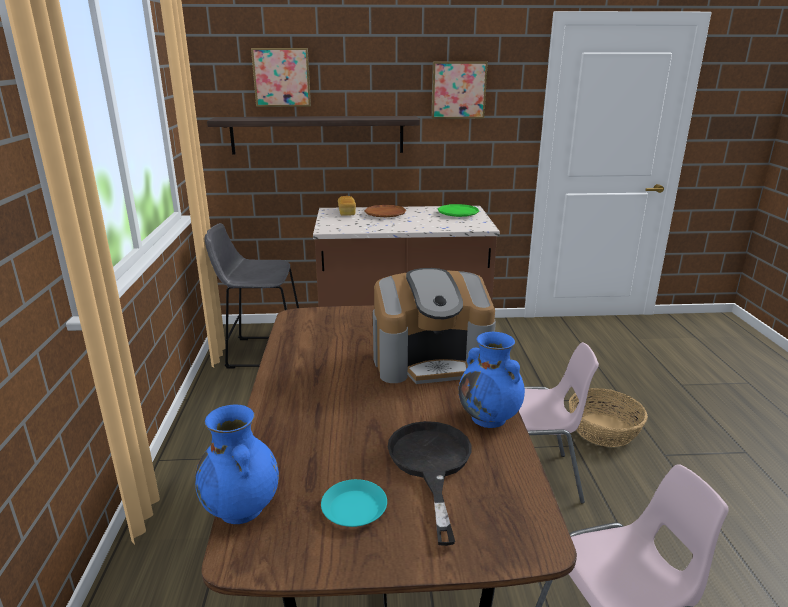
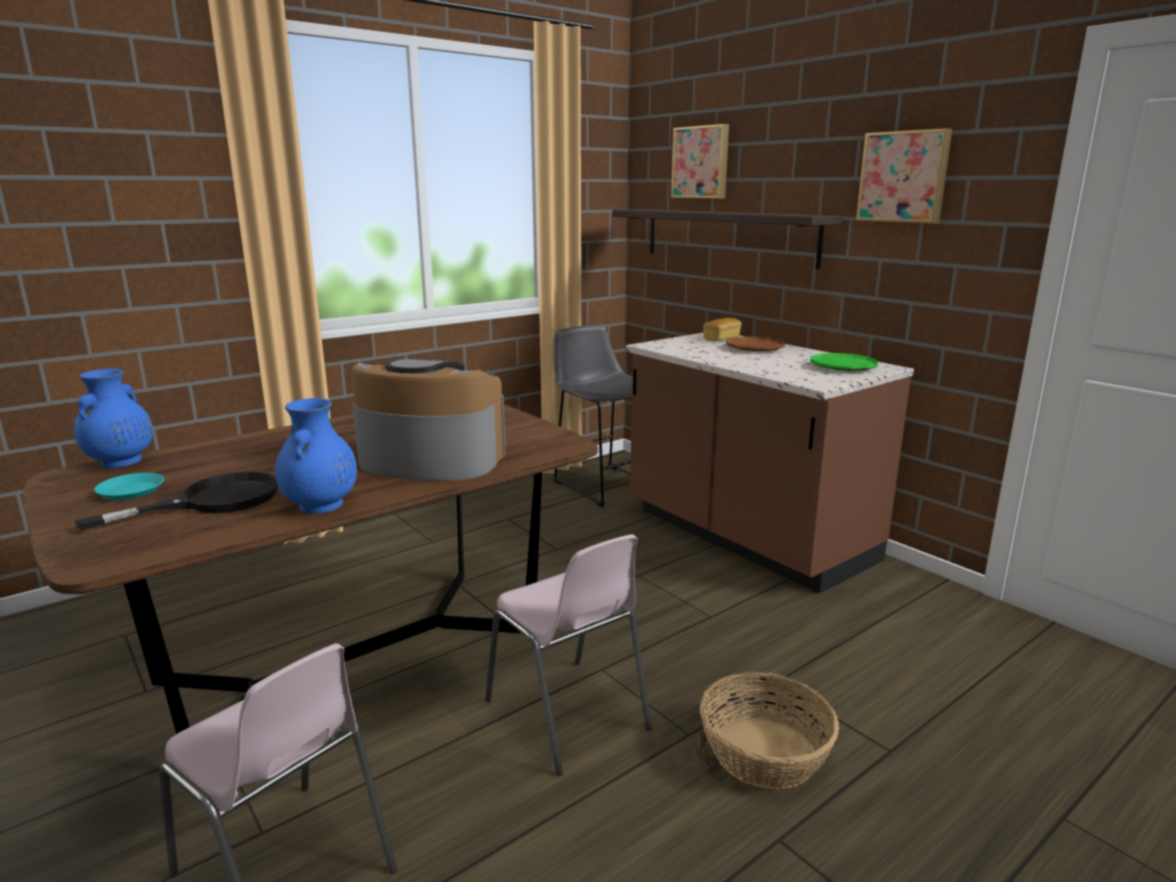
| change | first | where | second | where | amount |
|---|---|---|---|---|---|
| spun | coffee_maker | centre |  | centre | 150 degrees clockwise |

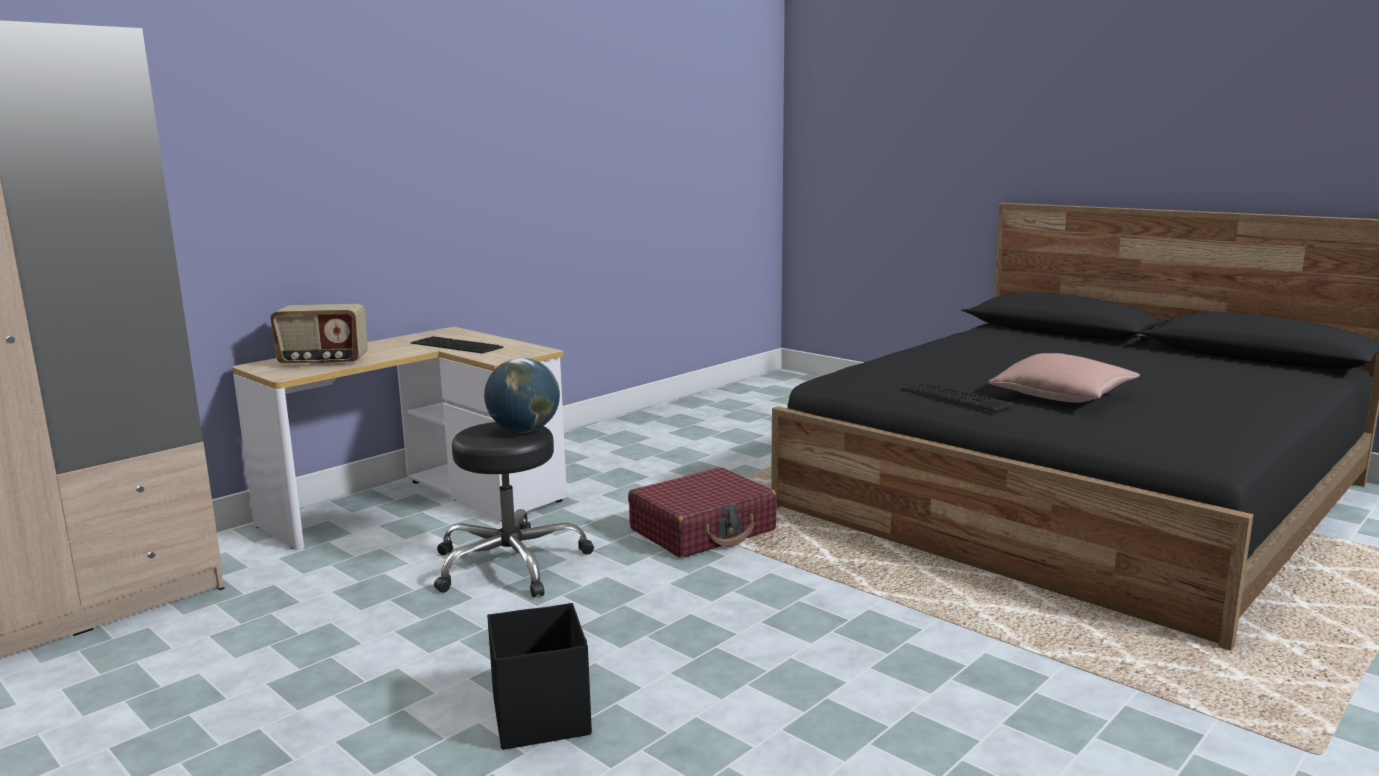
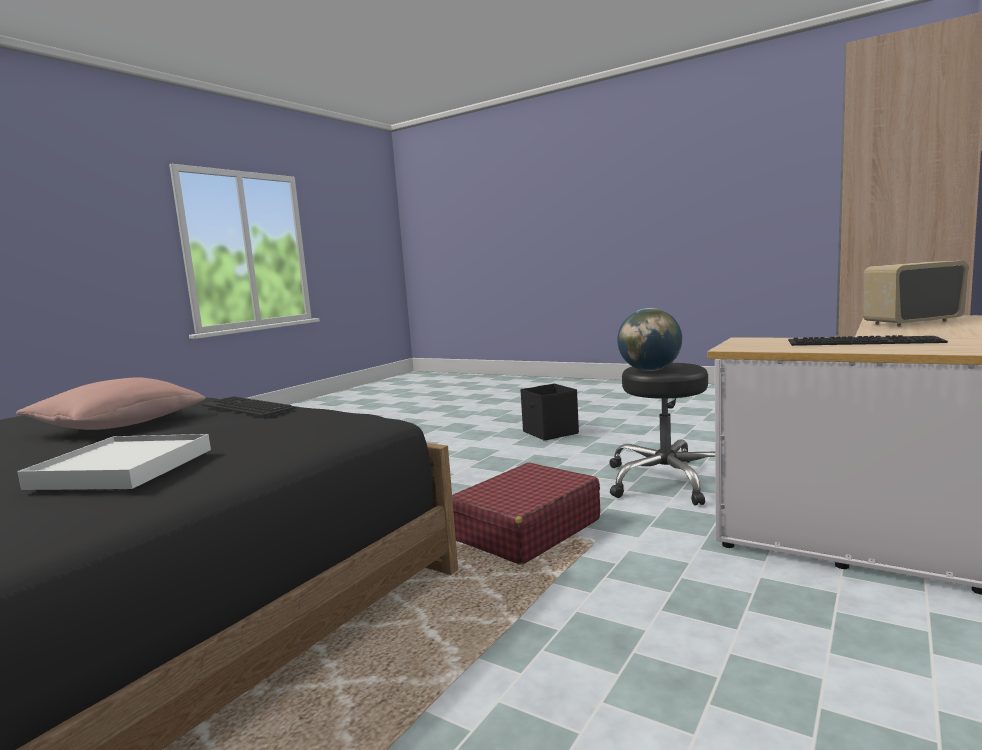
| change | first | where | second | where | amount |
|---|---|---|---|---|---|
| appeared |  |  | white_tray | middle left |  |

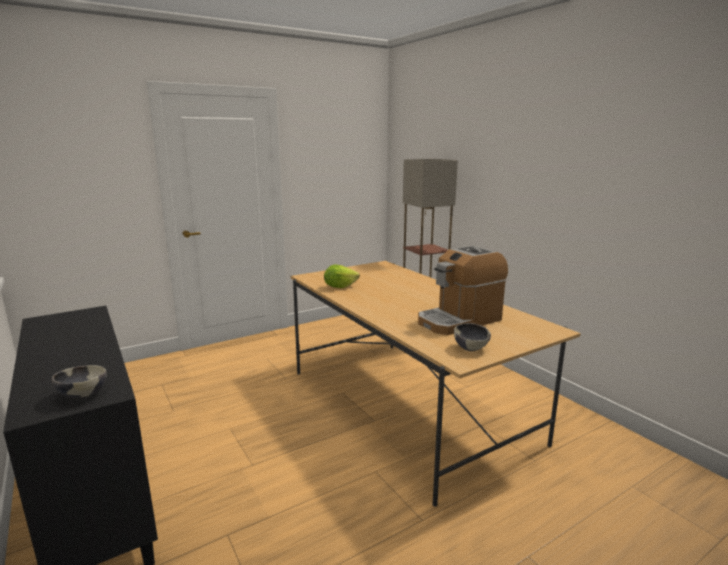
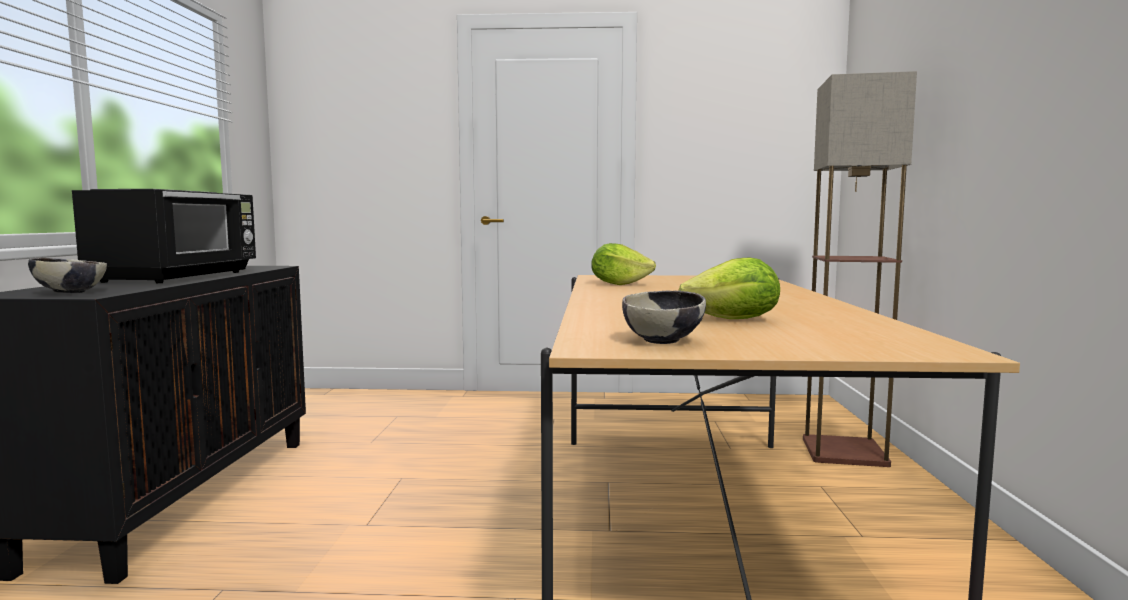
| change | first | where | second | where | amount |
|---|---|---|---|---|---|
| appeared |  |  | black_kitchen_microwave | middle left |  |
| exchanged | coffee_maker | centre | head_of_lettuce (no. 2 from left) | centre |  |

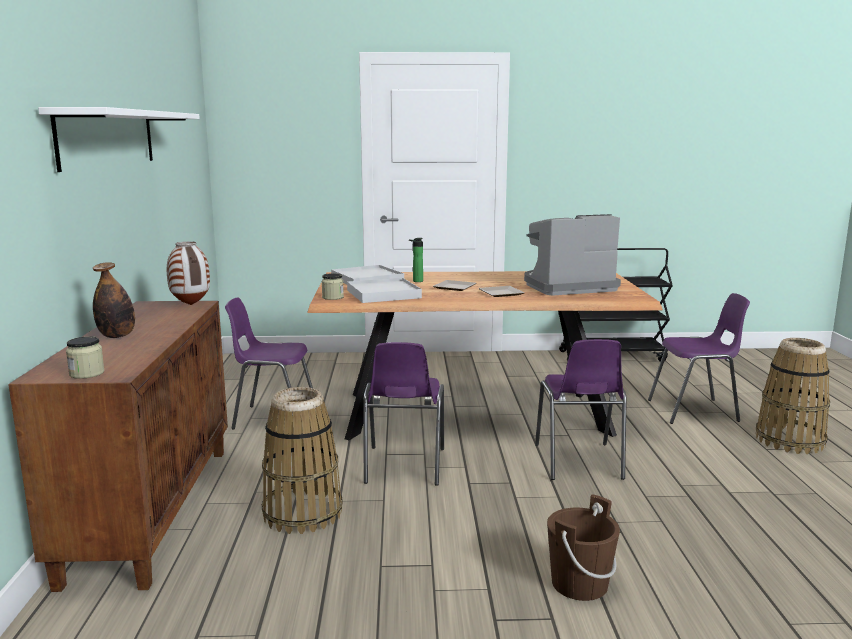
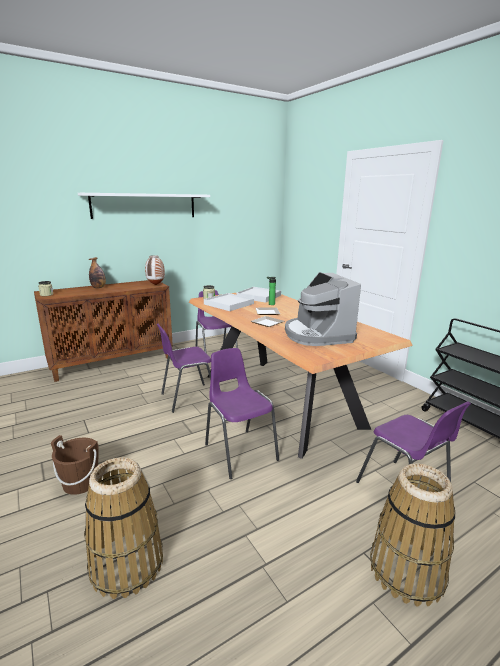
| change | first | where | second | where | amount |
|---|---|---|---|---|---|
| relocated | basket (no. 1 from left) | bottom centre |  | bottom left |  |
| spun | coffee_maker | middle right |  | centre | 150 degrees counterclockwise |
| spun | purplish_plain_chair (no. 3 from left) | middle right |  | centre | 90 degrees clockwise |

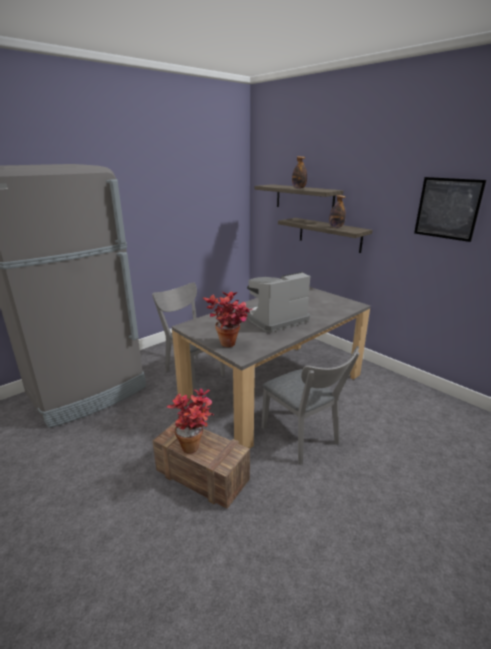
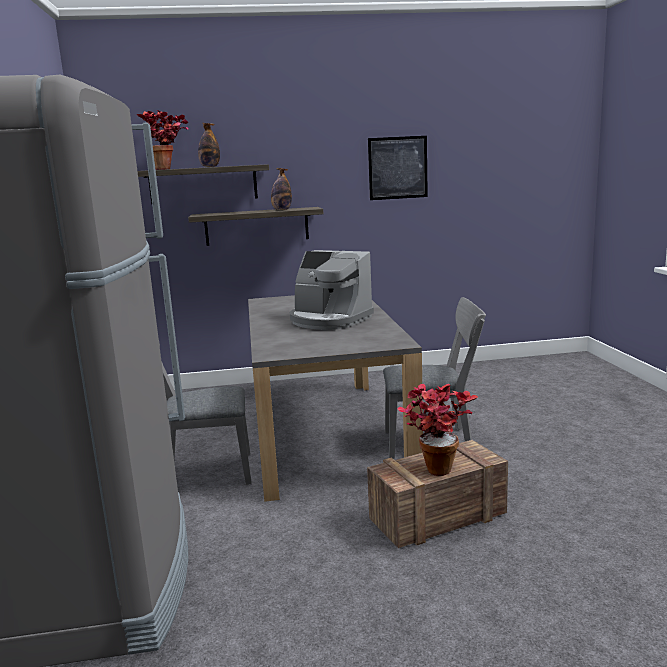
| change | first | where | second | where | amount |
|---|---|---|---|---|---|
| relocated | houseplant (no. 2 from left in the first image) | centre | houseplant (no. 1 from left) | top left |  |
| spun | coffee_maker | centre |  | centre | 60 degrees counterclockwise |

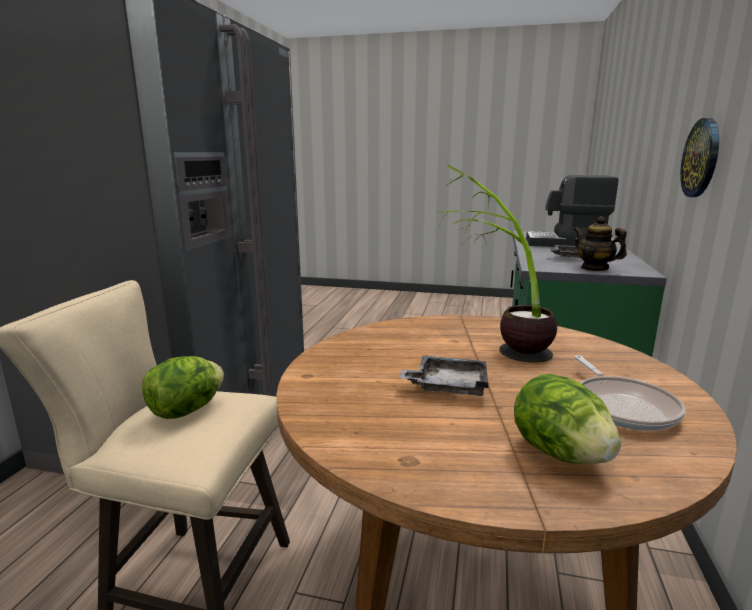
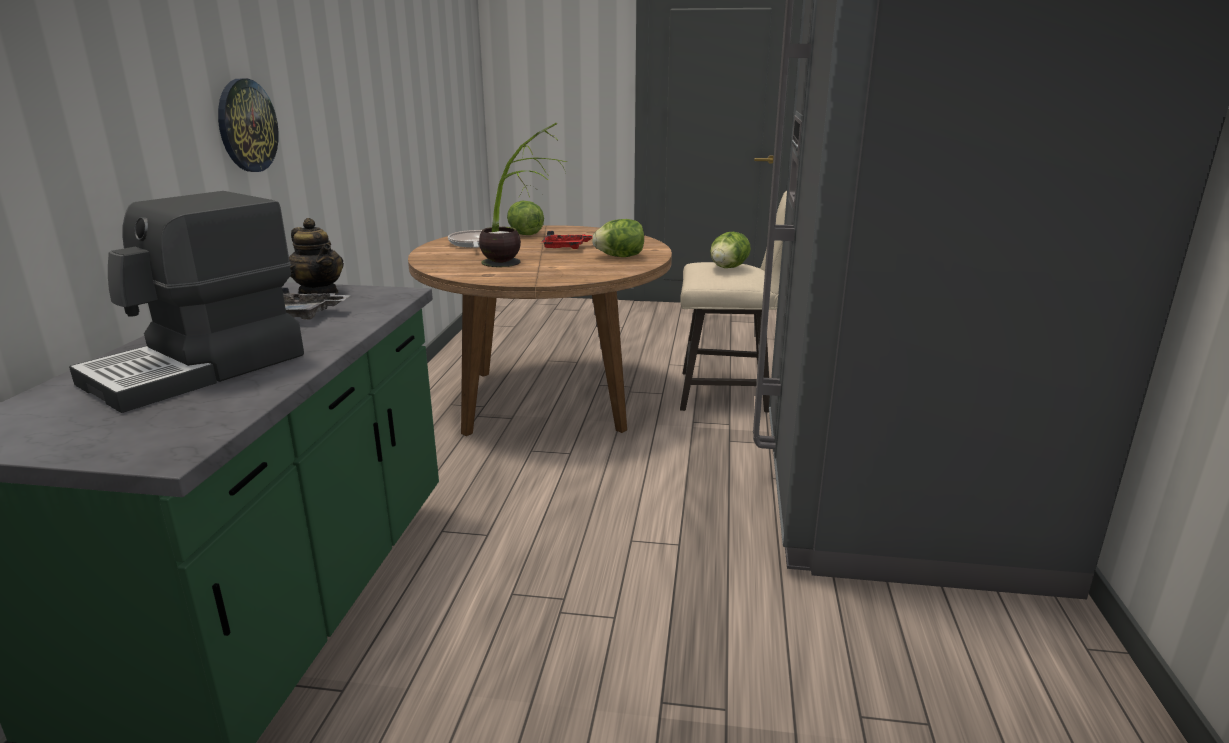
| change | first | where | second | where | amount |
|---|---|---|---|---|---|
| appeared |  |  | head_of_lettuce (no. 2 from left) | top centre |  |
| colour | gray_tray (no. 1 from left) | centre | red-coloured_tray | top centre |  |
| spun | coffee_maker | middle right |  | middle left | 120 degrees clockwise |

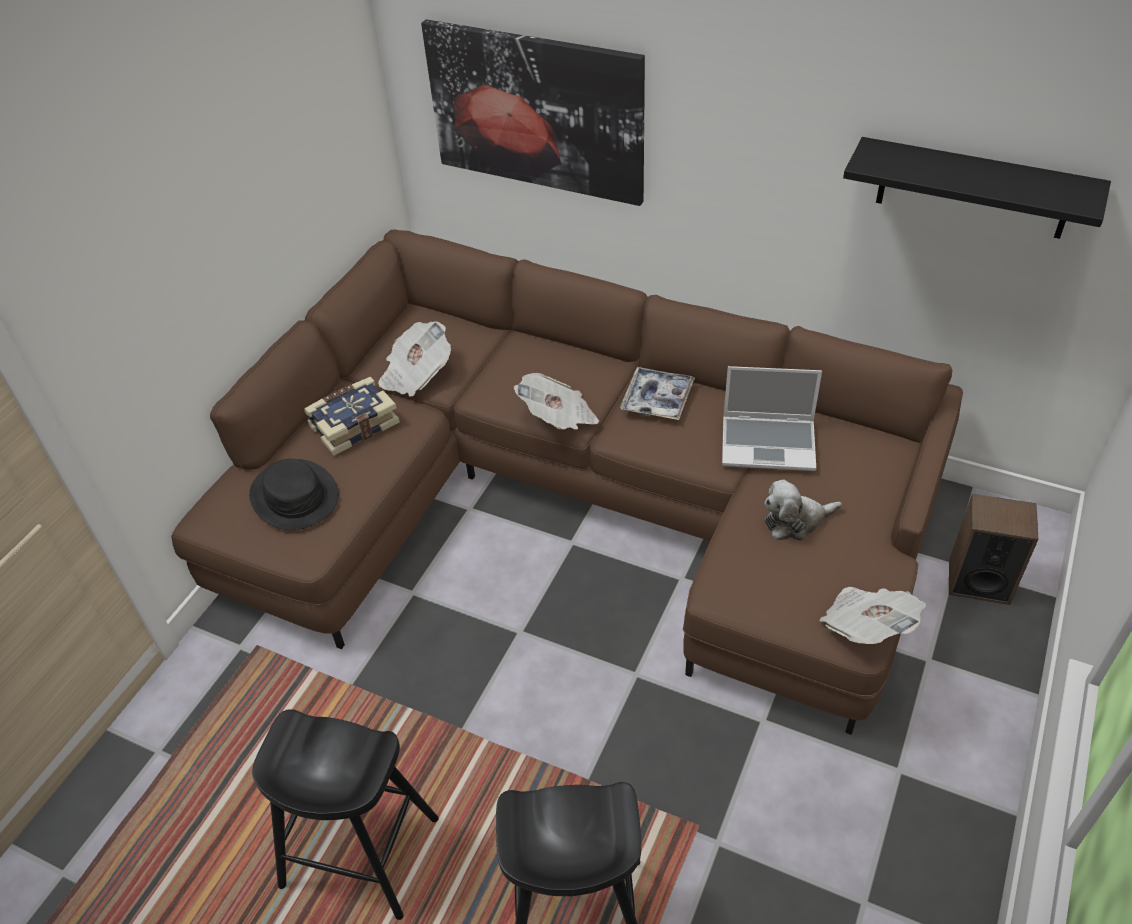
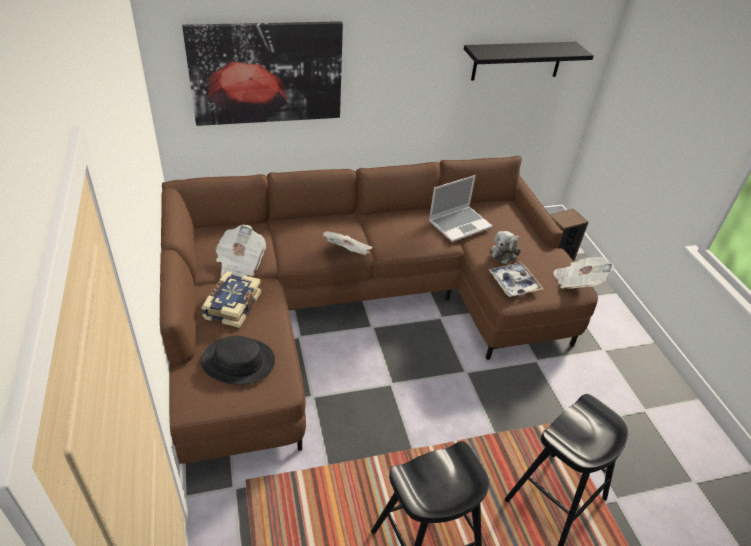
| change | first | where | second | where | amount |
|---|---|---|---|---|---|
| relocated | tray | centre |  | middle right |  |

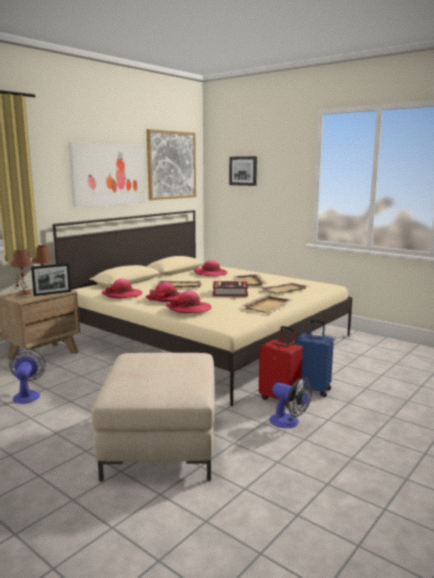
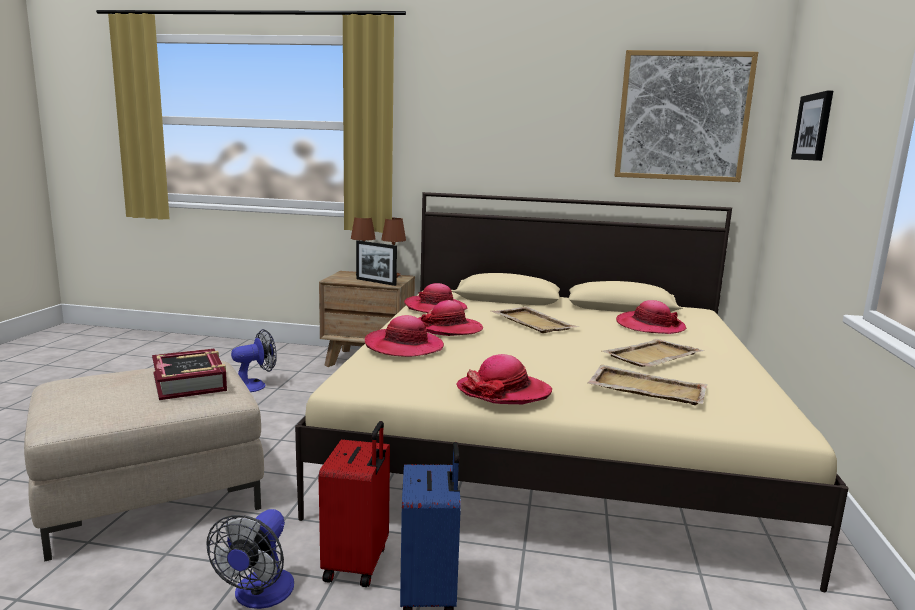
| change | first | where | second | where | amount |
|---|---|---|---|---|---|
| missing | picture (no. 1 from left) | top left |  |  |  |
| relocated | bound_book | centre |  | middle left |  |
| exchanged | sand-coloured_tray (no. 3 from left) | centre | hat (no. 4 from left) | centre |  |

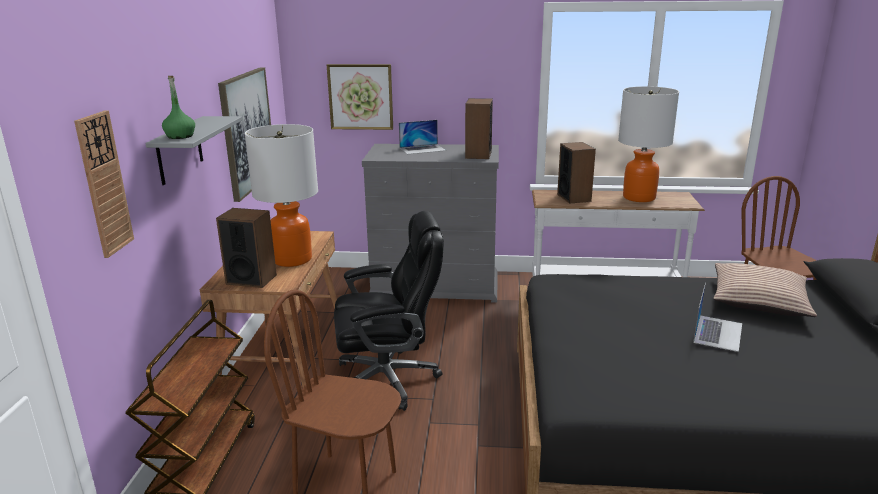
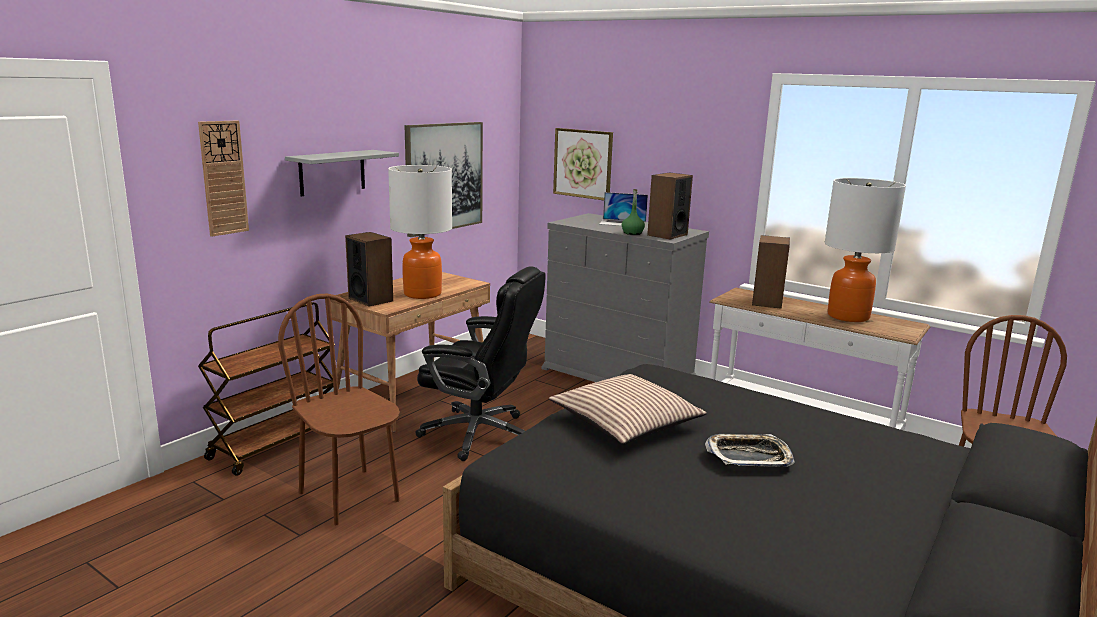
| change | first | where | second | where | amount |
|---|---|---|---|---|---|
| relocated | green_drink_bottle | top left |  | centre |  |
| relocated | pillow | middle right |  | centre |  |
| exchanged | notebook_computer (no. 2 from left) | middle right | tray | bottom right |  |

